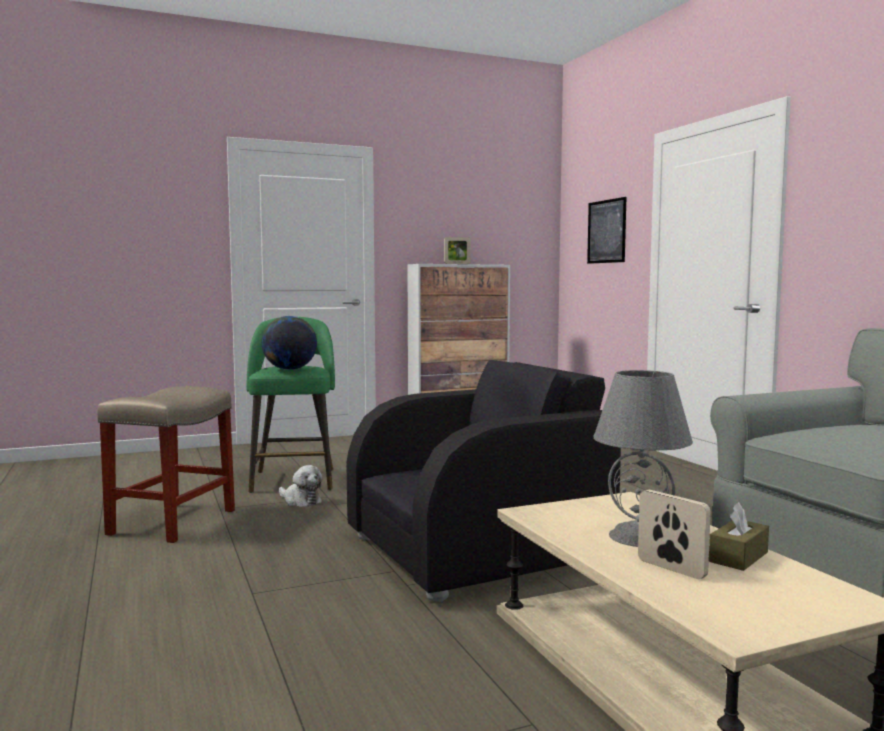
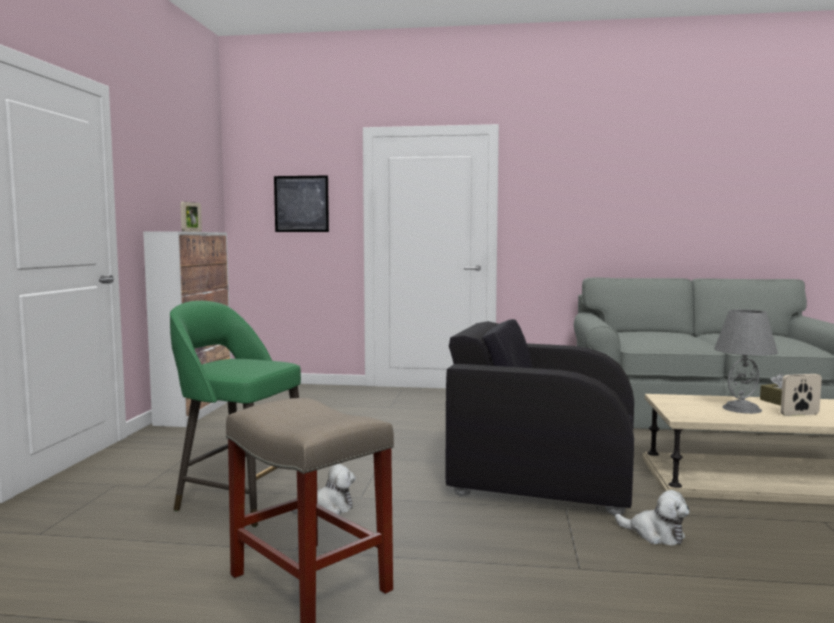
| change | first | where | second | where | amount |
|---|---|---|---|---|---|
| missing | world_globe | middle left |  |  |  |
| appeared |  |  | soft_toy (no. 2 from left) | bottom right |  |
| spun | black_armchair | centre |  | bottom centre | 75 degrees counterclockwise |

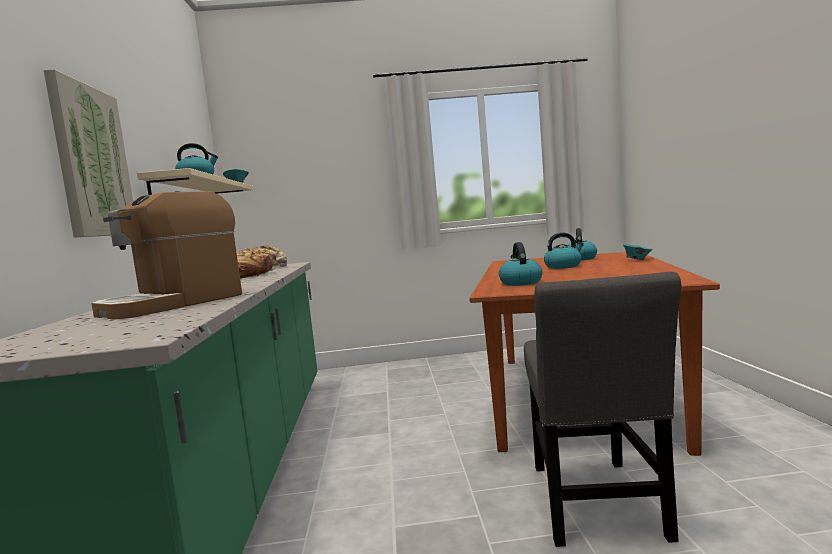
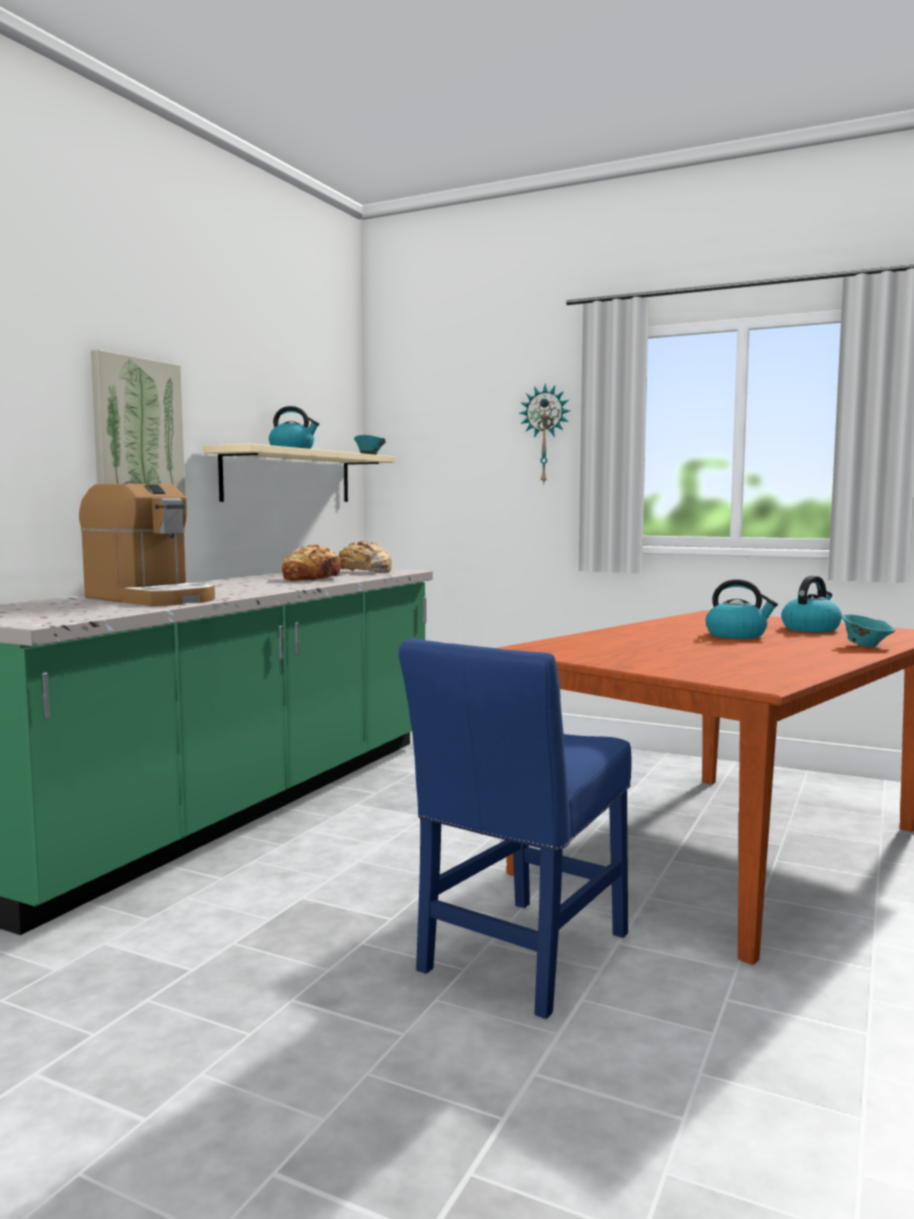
| change | first | where | second | where | amount |
|---|---|---|---|---|---|
| missing | water_kettle (no. 2 from left) | centre |  |  |  |
| appeared |  |  | clock_on_the_wall | centre |  |
| colour | gray_plain_chair | bottom right | bluish_plain_chair | bottom centre |  |
| spun | coffee_maker | middle left |  | middle left | 120 degrees counterclockwise |

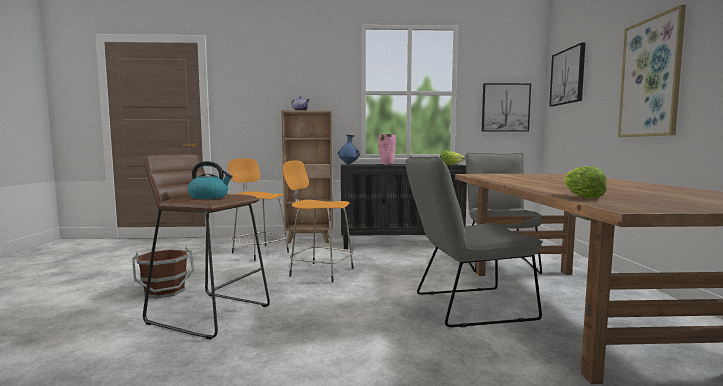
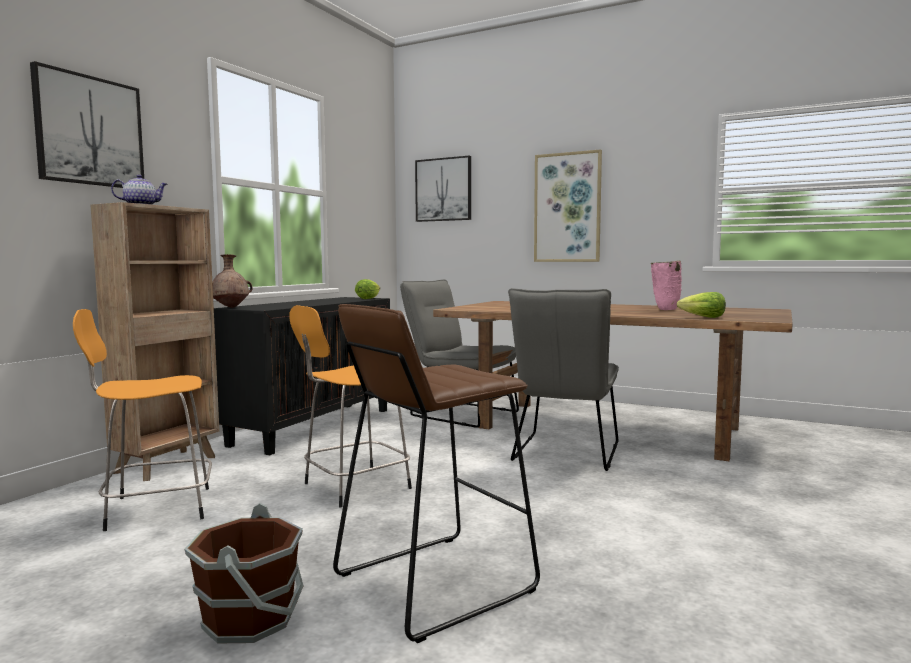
| change | first | where | second | where | amount |
|---|---|---|---|---|---|
| missing | water_kettle | middle left |  |  |  |
| relocated | pinkish_vase | centre |  | middle right |  |
| relocated | picture (no. 1 from left) | top right |  | top left |  |
| colour | bluish_vase | centre | brownish_vase | middle left |  |

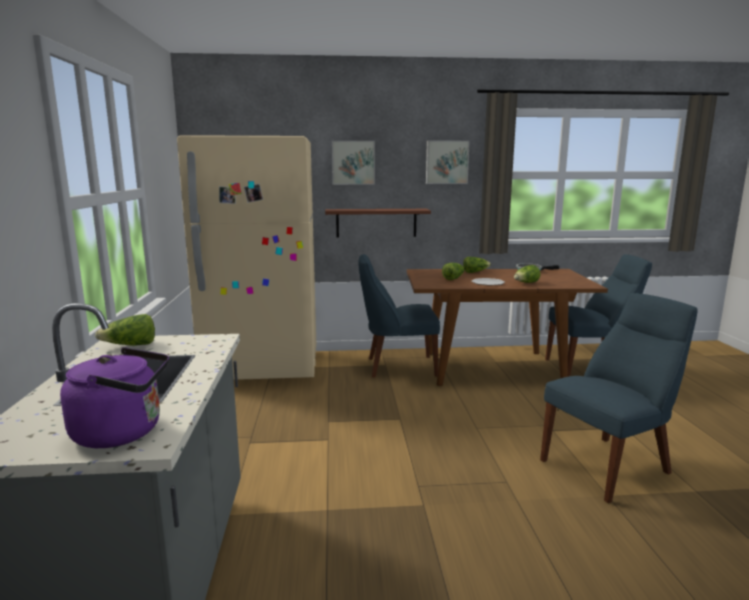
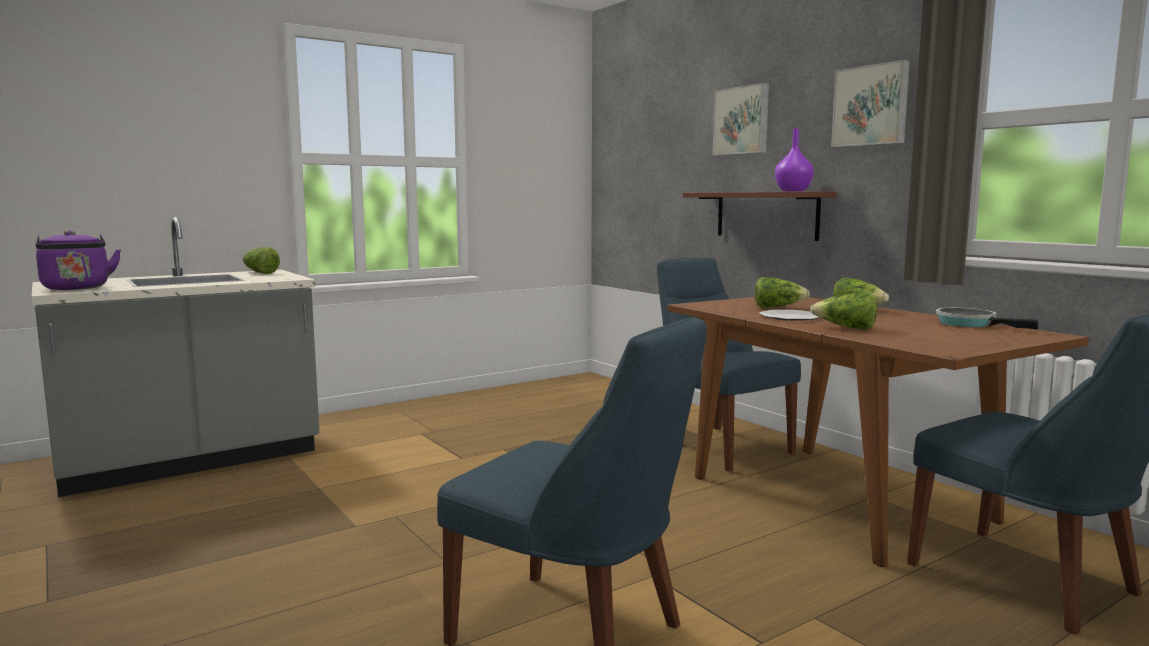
| change | first | where | second | where | amount |
|---|---|---|---|---|---|
| missing | sand-coloured_kitchen_fridge | middle left |  |  |  |
| appeared |  |  | purplish_vase | top right |  |

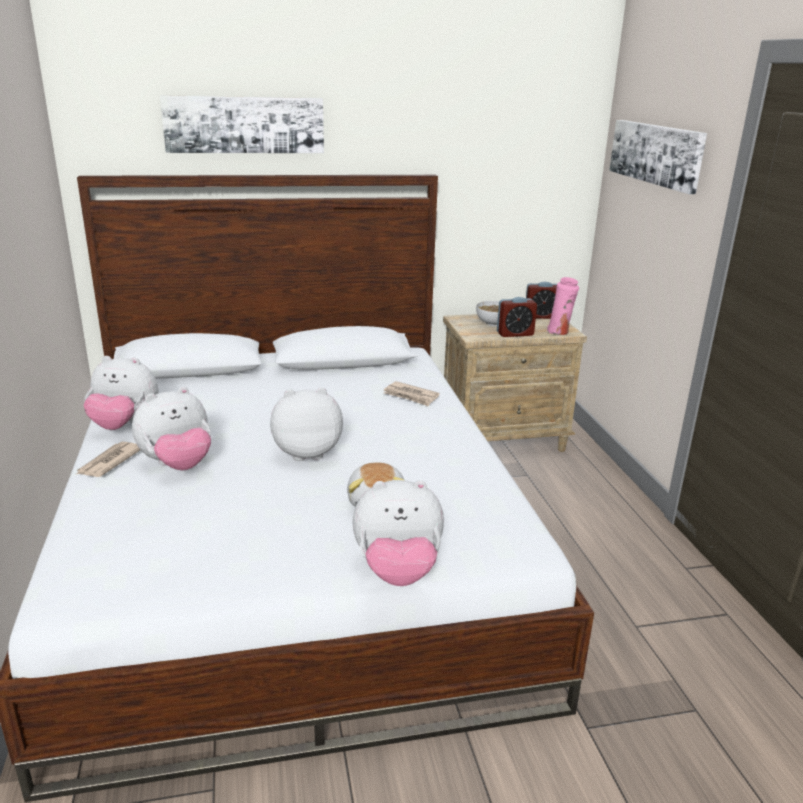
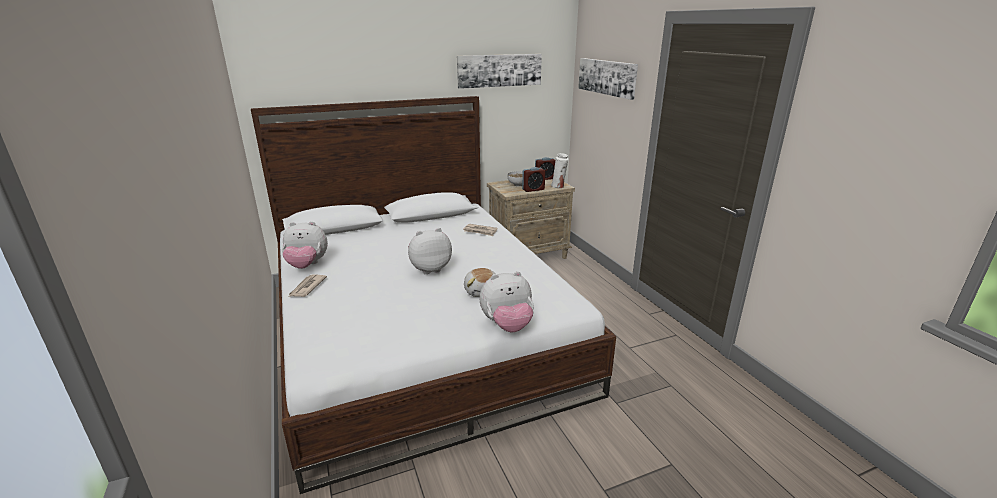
| change | first | where | second | where | amount |
|---|---|---|---|---|---|
| missing | soft_toy (no. 2 from left) | middle left |  |  |  |
| relocated | picture (no. 1 from left) | top left |  | top centre |  |
| colour | pinkish_vase | middle right | white_vase | centre |  |

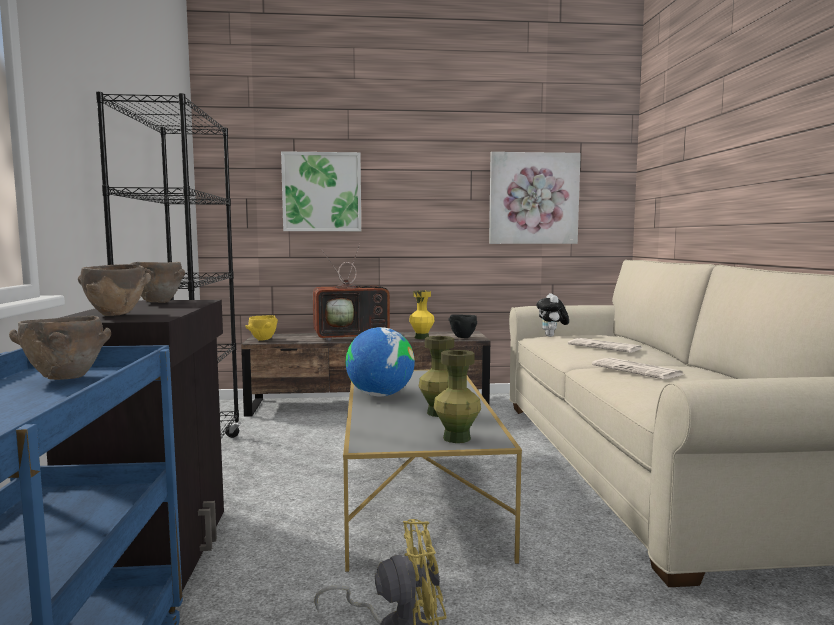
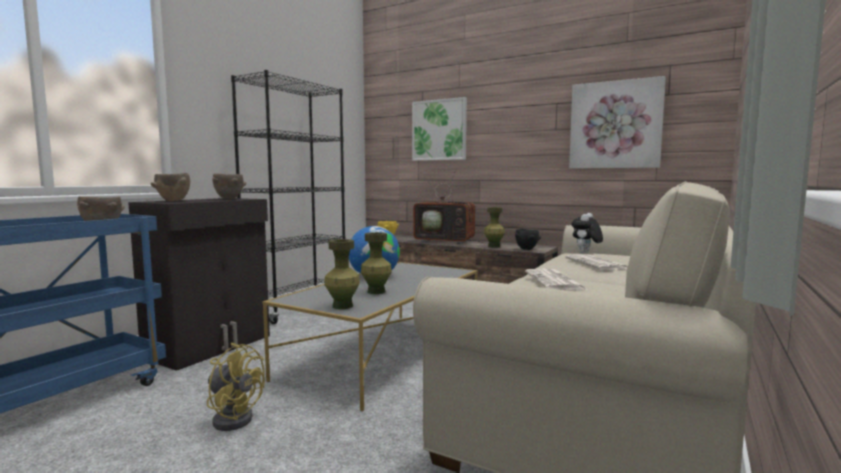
| change | first | where | second | where | amount |
|---|---|---|---|---|---|
| colour | yellow_vase | centre | green_vase (no. 3 from left) | centre |  |

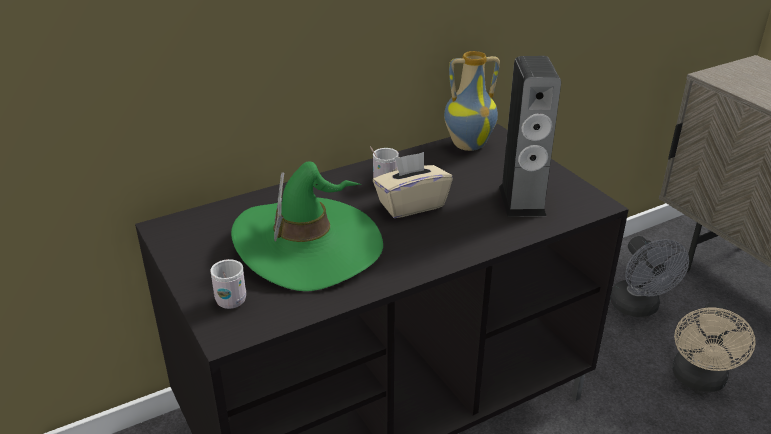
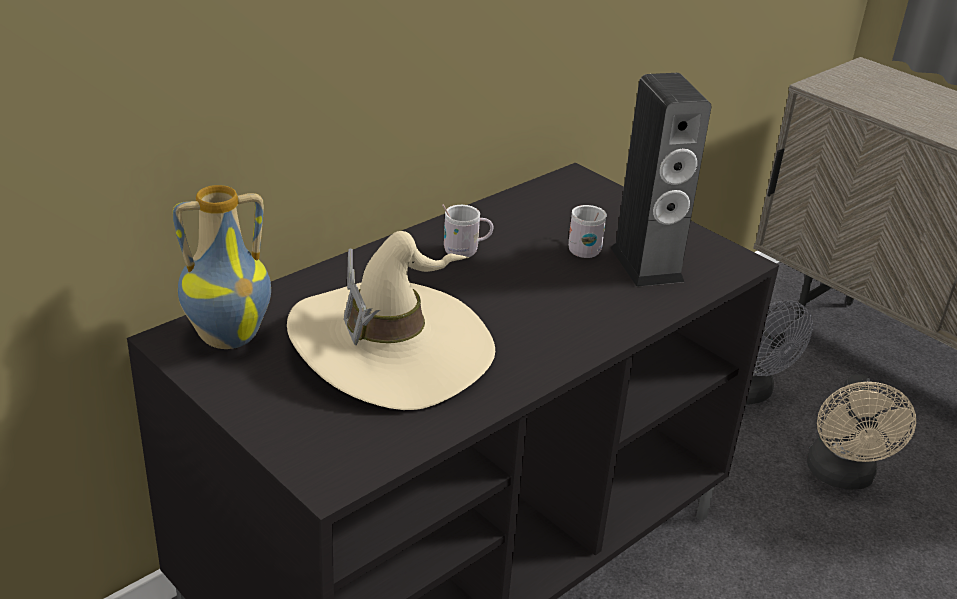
| change | first | where | second | where | amount |
|---|---|---|---|---|---|
| missing | sand-coloured_tissue_box | centre |  |  |  |
| relocated | white_coffee_mug (no. 1 from left in the first image) | middle left | white_coffee_mug (no. 2 from left) | centre |  |
| relocated | vase | top centre |  | middle left |  |
| colour | green_hat | centre | sand-coloured_hat | centre |  |

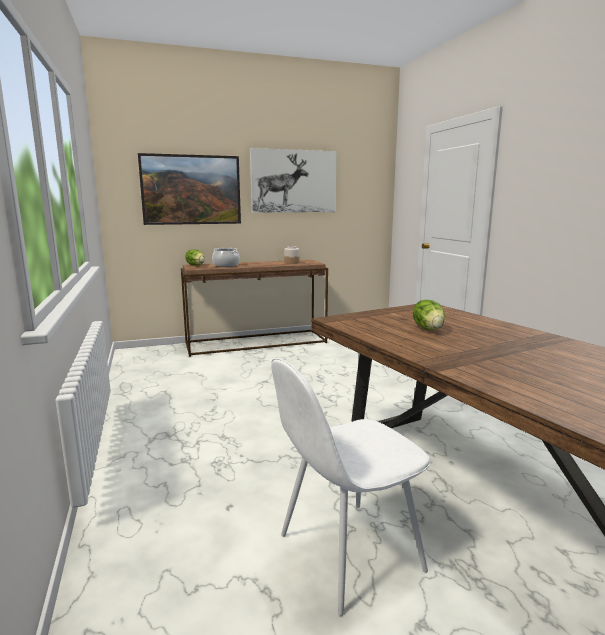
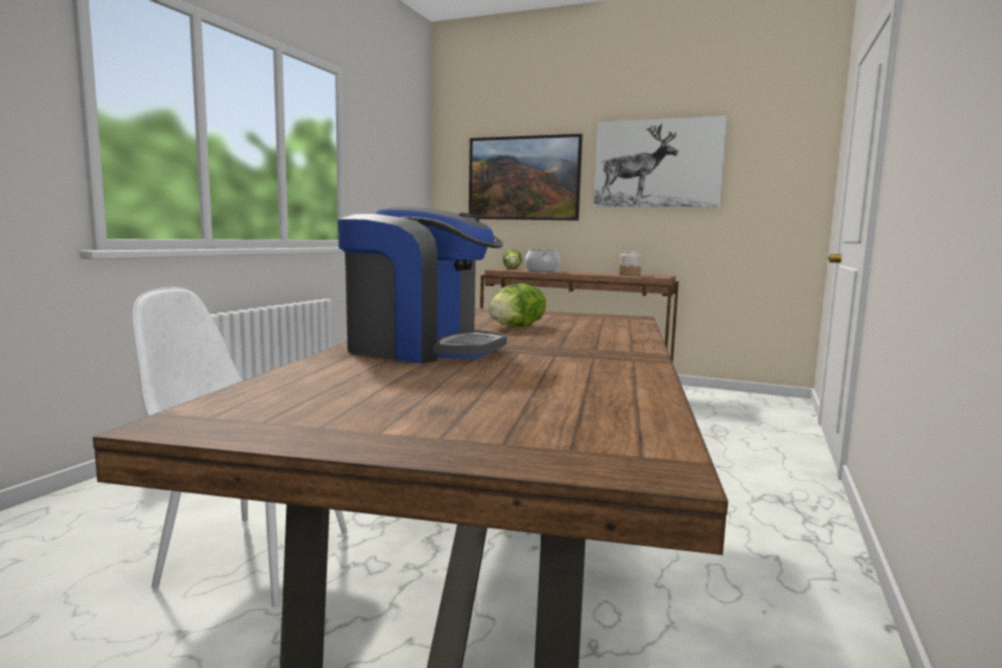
| change | first | where | second | where | amount |
|---|---|---|---|---|---|
| appeared |  |  | coffee_maker | centre |  |

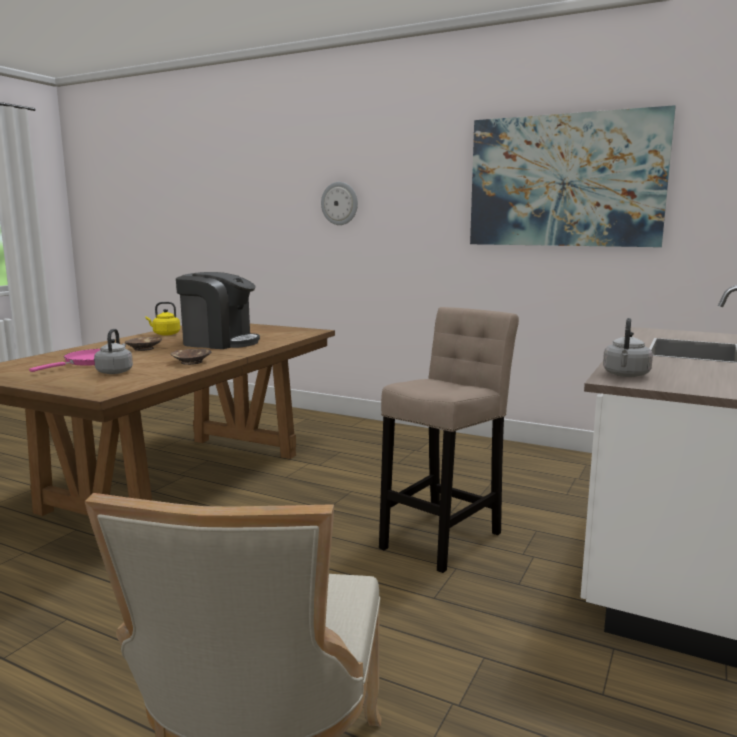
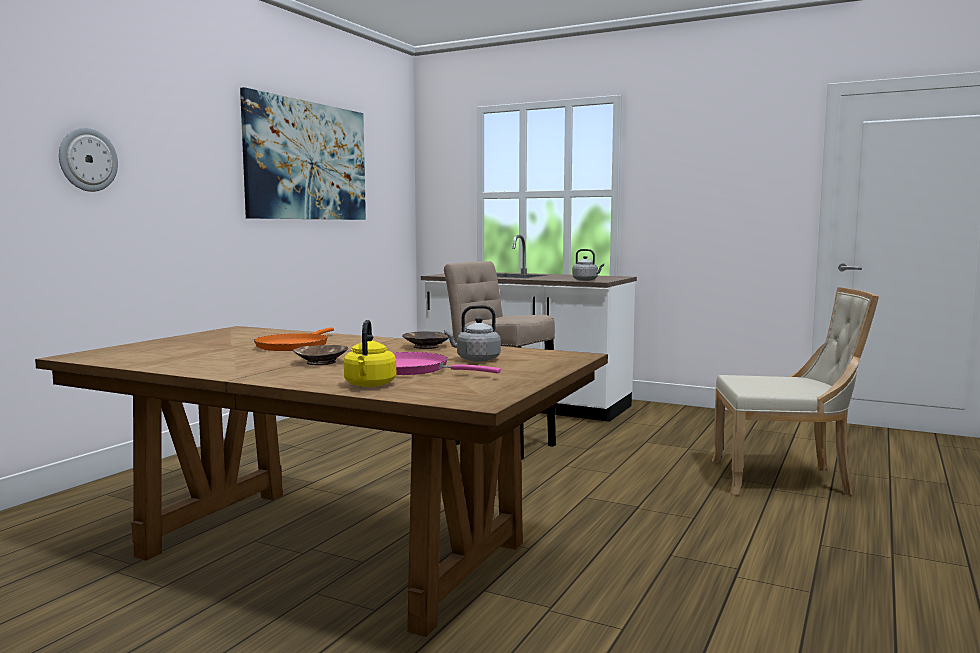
| change | first | where | second | where | amount |
|---|---|---|---|---|---|
| relocated | yellow_water_kettle | middle left |  | centre |  |
| exchanged | coffee_maker | middle left | orange_pan | middle left |  |

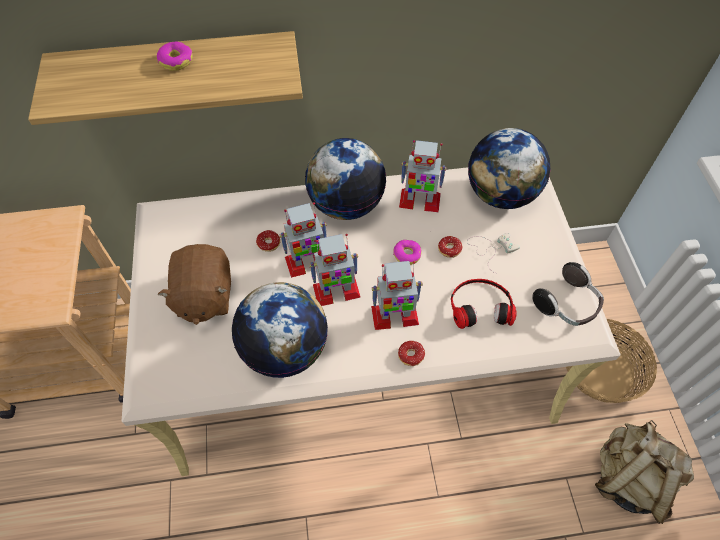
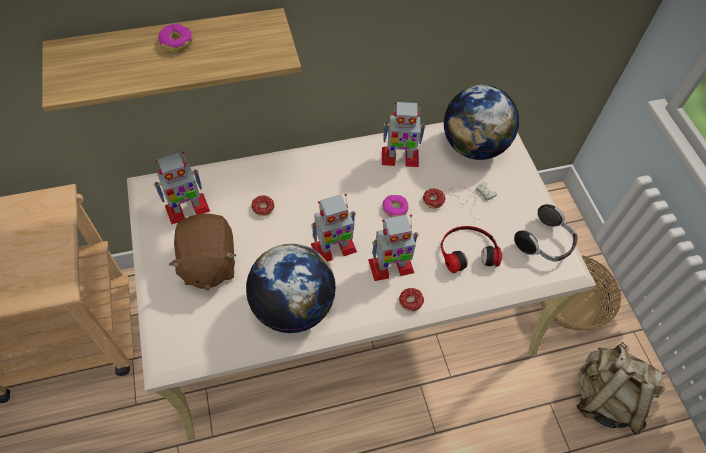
| change | first | where | second | where | amount |
|---|---|---|---|---|---|
| missing | world_globe (no. 2 from left) | top centre |  |  |  |
| relocated | toy_robot (no. 1 from left) | centre |  | middle left |  |

